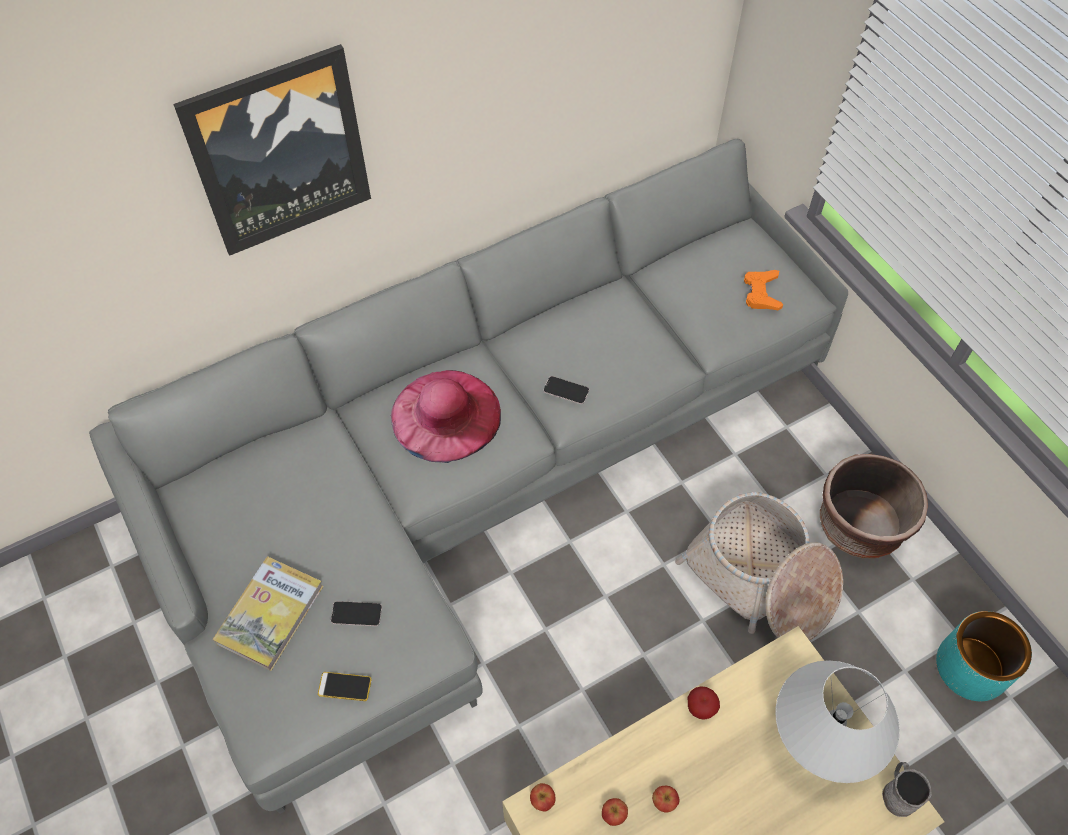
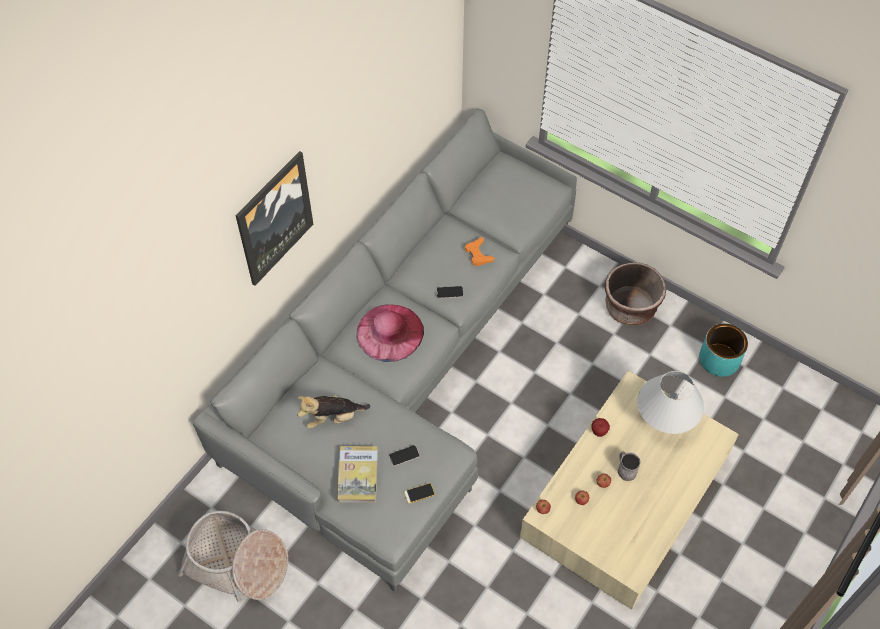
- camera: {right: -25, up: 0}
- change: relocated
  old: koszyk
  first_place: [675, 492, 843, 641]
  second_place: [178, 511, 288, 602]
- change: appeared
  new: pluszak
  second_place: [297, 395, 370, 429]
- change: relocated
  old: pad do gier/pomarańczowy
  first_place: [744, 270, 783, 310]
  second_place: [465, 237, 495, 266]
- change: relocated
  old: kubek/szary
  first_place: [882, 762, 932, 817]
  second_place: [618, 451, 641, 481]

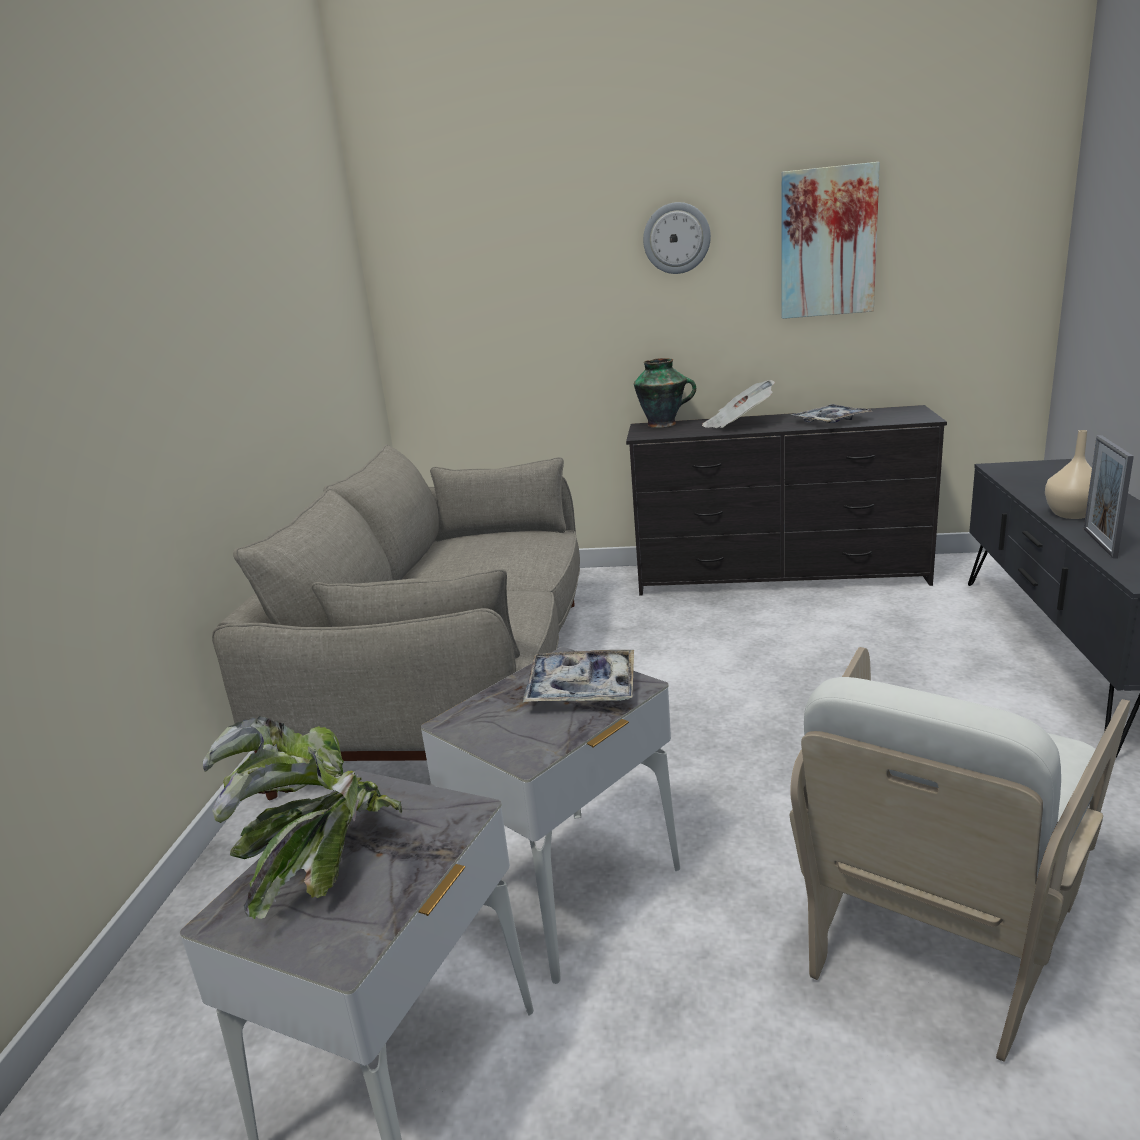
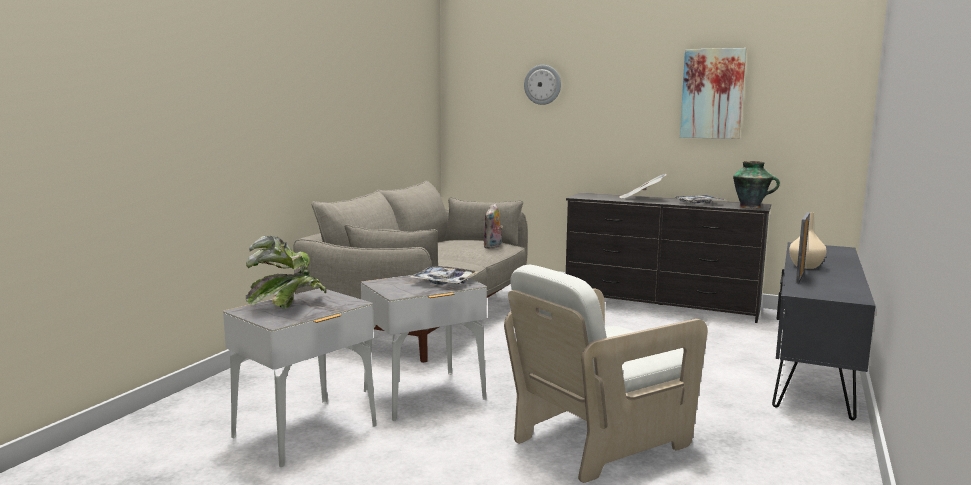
- camera: {right: 15, up: -10}
- change: appeared
  new: pluszak
  second_place: [484, 203, 503, 249]
- change: relocated
  old: zegar ścienny
  first_place: [643, 202, 711, 274]
  second_place: [524, 65, 561, 105]
- change: relocated
  old: wazon
  first_place: [634, 358, 696, 428]
  second_place: [733, 161, 780, 209]

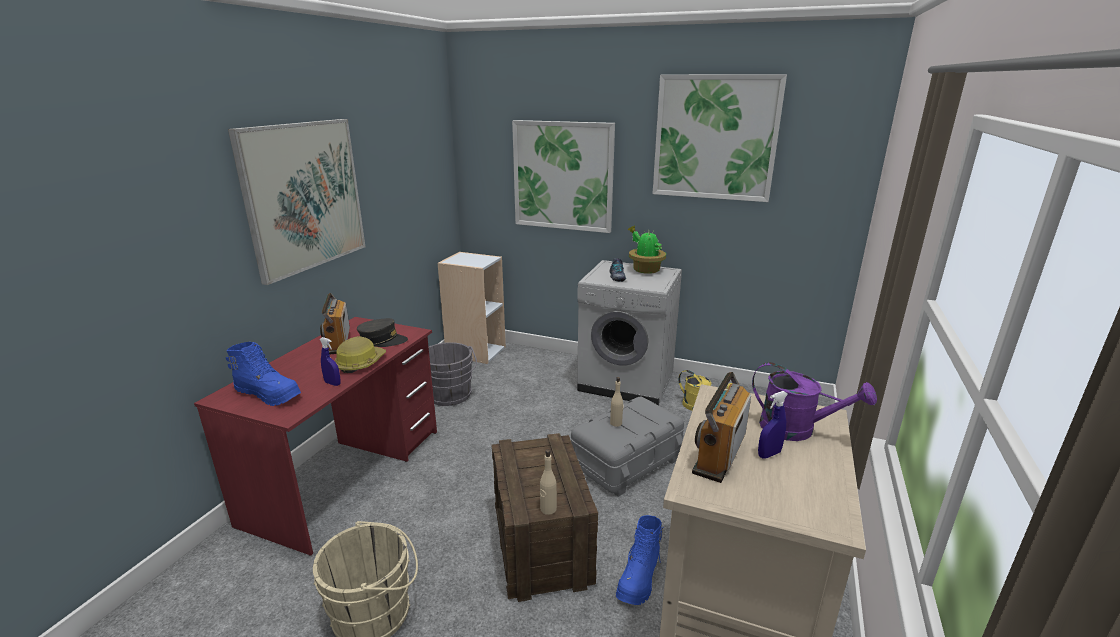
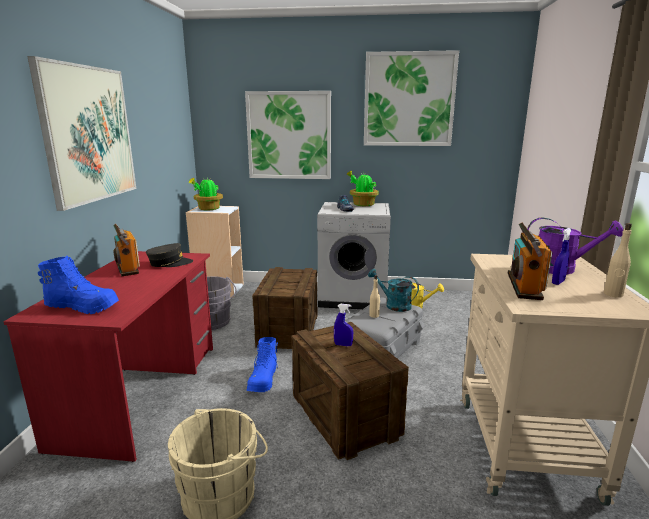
- camera: {right: -15, up: -5}
- change: appeared
  new: roślina doniczkowa
  second_place: [189, 176, 223, 210]
- change: relocated
  old: but z cholewką/niebieski
  first_place: [616, 515, 663, 605]
  second_place: [247, 337, 278, 392]
- change: appeared
  new: skrzynka
  second_place: [252, 267, 318, 349]
- change: relocated
  old: spryskiwacz/niebieski
  first_place: [319, 337, 341, 386]
  second_place: [334, 304, 353, 346]
- change: appeared
  new: konewka/turkusowy
  second_place: [368, 269, 419, 312]
- change: relocated
  old: butelka/beżowy
  first_place: [540, 450, 557, 515]
  second_place: [604, 223, 632, 298]
- change: missing
  old: kask
  first_place: [335, 336, 386, 373]

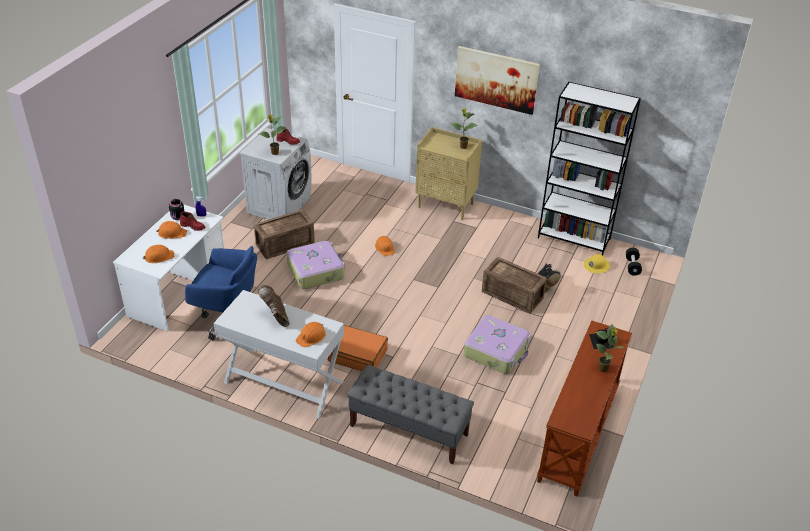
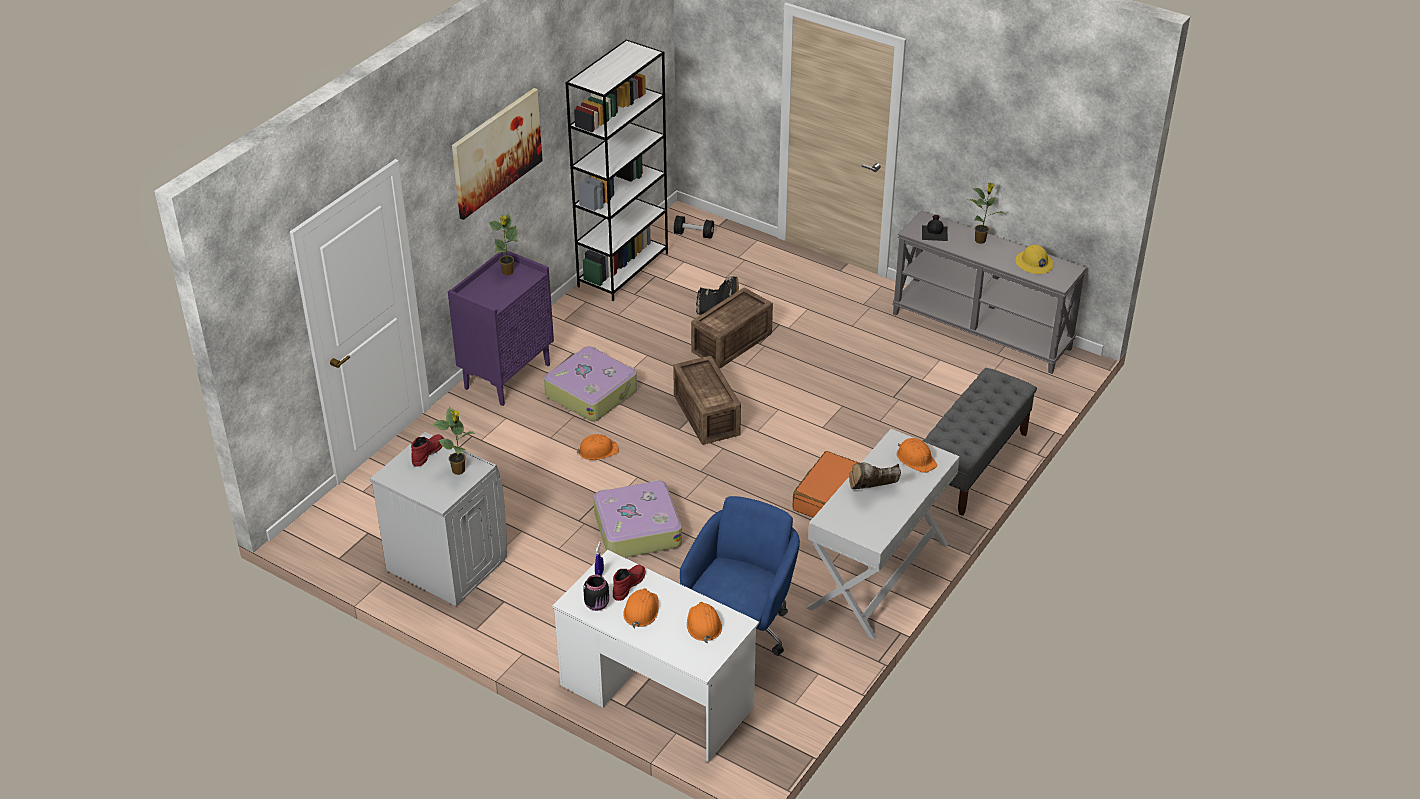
- camera: {right: -80, up: 0}
- change: colour
  old: szafka/beżowy
  new: szafka/fioletowy
  first_place: [415, 127, 482, 220]
  second_place: [448, 249, 554, 406]
- change: relocated
  old: walizka
  first_place: [464, 315, 530, 374]
  second_place: [544, 347, 637, 422]
- change: relocated
  old: skrzynka
  first_place: [254, 210, 315, 259]
  second_place: [673, 356, 741, 445]
- change: colour
  old: stolik konsolowy/brązowy
  new: stolik konsolowy/szary
  first_place: [537, 321, 632, 496]
  second_place: [892, 211, 1087, 374]
- change: relocated
  old: kask/żółty
  first_place: [584, 254, 610, 273]
  second_place: [1015, 244, 1054, 274]

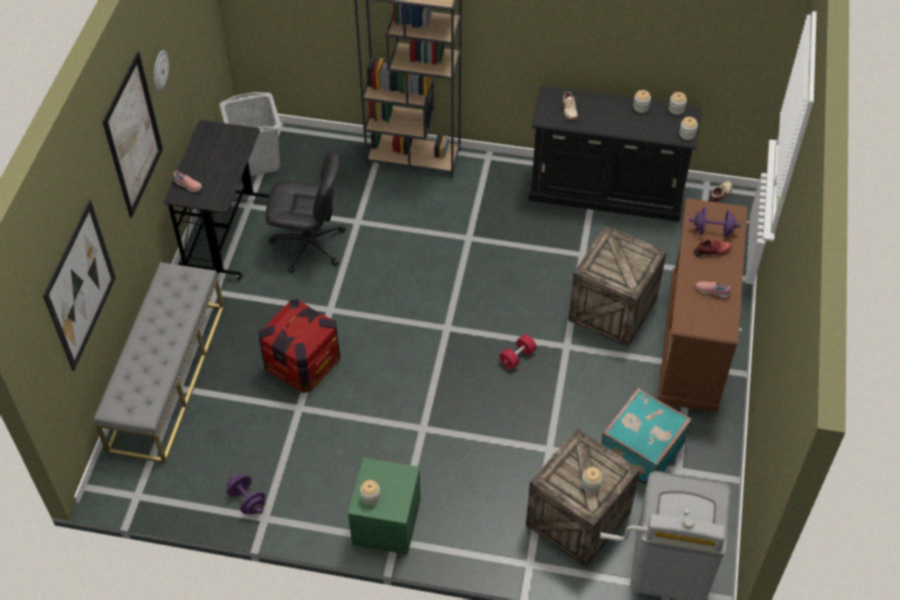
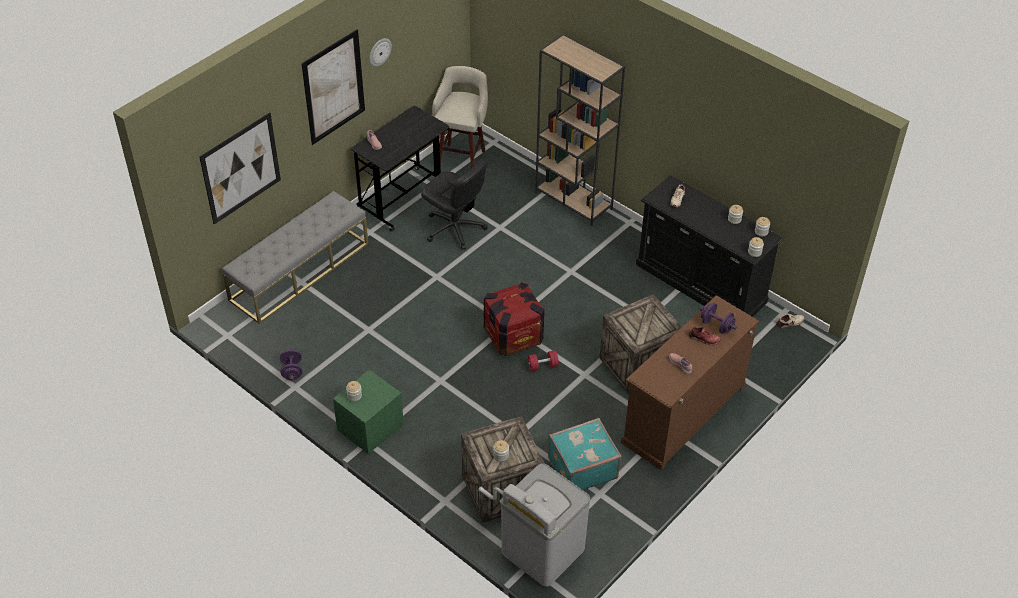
- camera: {right: 30, up: -5}
- change: exchanged
  old: kosz na pranie/szary
  new: stołek/beżowy
  first_place: [219, 92, 281, 176]
  second_place: [432, 66, 488, 168]
- change: relocated
  old: skrzynka
  first_place: [258, 299, 340, 393]
  second_place: [484, 282, 545, 356]

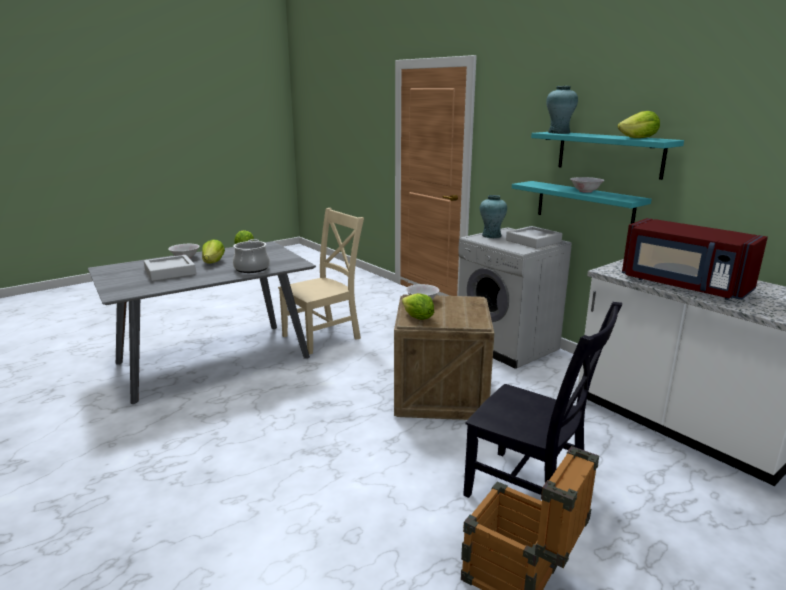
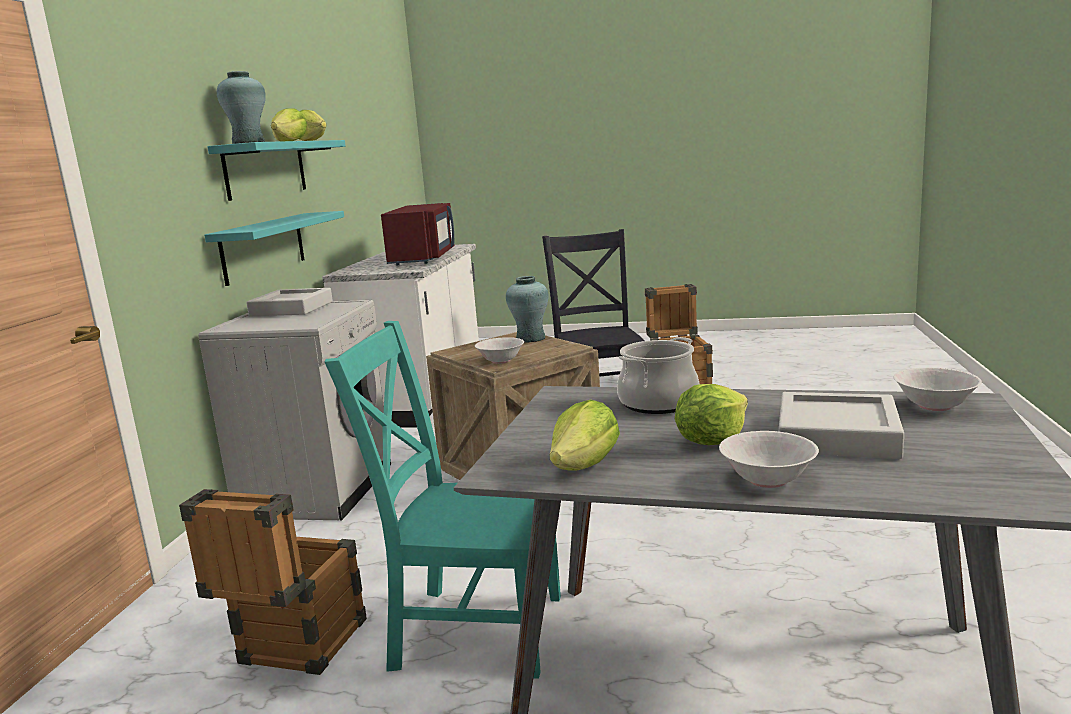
- camera: {right: -130, up: -5}
- change: appeared
  new: skrzynka
  second_place: [179, 489, 367, 675]
- change: relocated
  old: sałata
  first_place: [402, 293, 434, 320]
  second_place: [271, 108, 307, 141]
- change: colour
  old: krzesło/beżowy
  new: krzesło/turkusowy
  first_place: [278, 208, 364, 354]
  second_place: [324, 321, 561, 679]
- change: relocated
  old: wazon/turkusowy
  first_place: [480, 195, 507, 238]
  second_place: [506, 276, 549, 342]
- change: relocated
  old: miska/biały
  first_place: [571, 177, 604, 193]
  second_place: [893, 368, 982, 411]

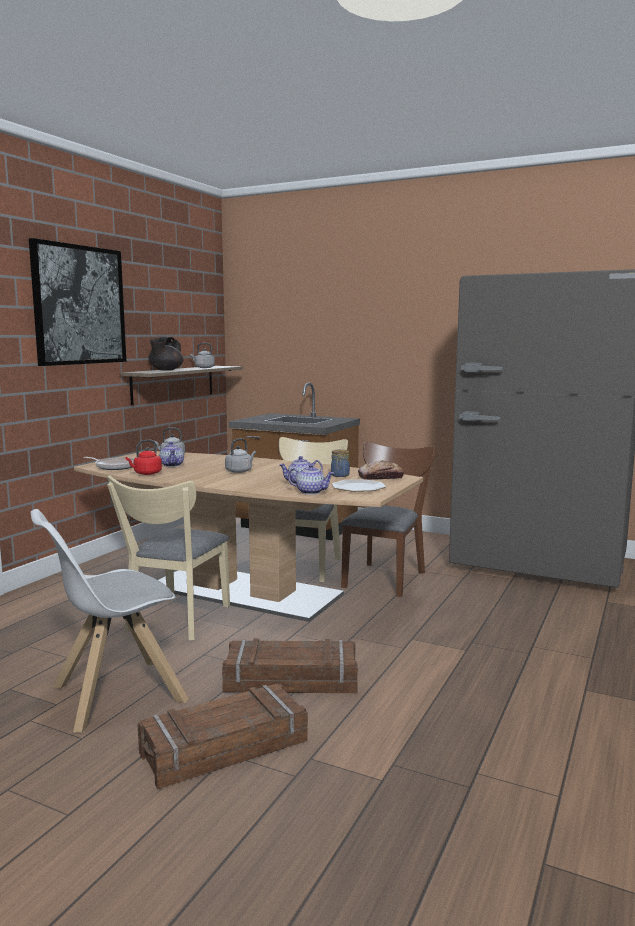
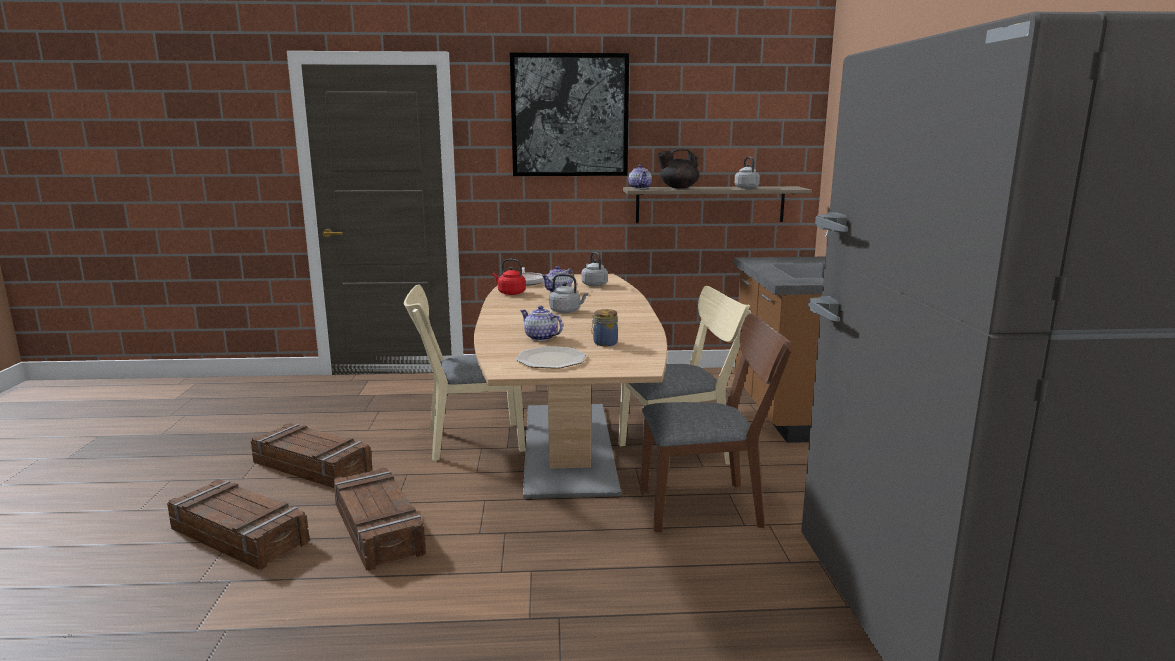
- camera: {right: 60, up: 5}
- change: exchanged
  old: krzesło
  new: skrzynka
  first_place: [31, 509, 189, 733]
  second_place: [251, 423, 372, 488]
- change: relocated
  old: imbryk
  first_place: [288, 464, 334, 495]
  second_place: [629, 165, 652, 189]
- change: missing
  old: chleb
  first_place: [358, 460, 404, 480]

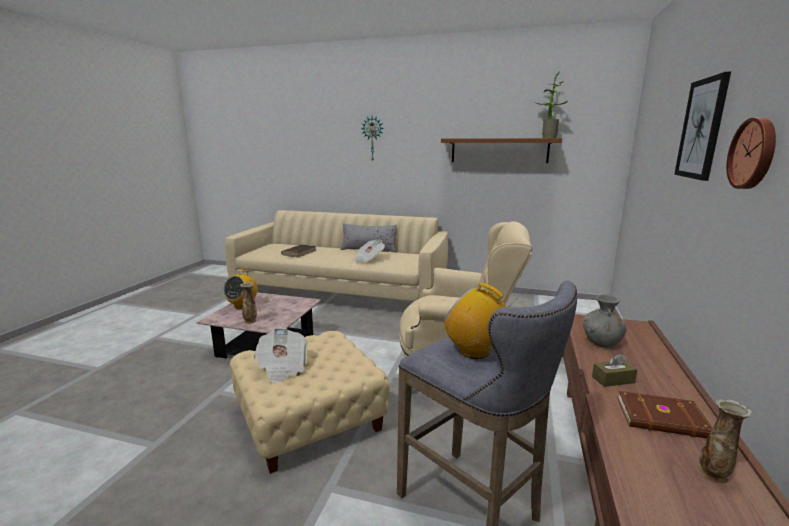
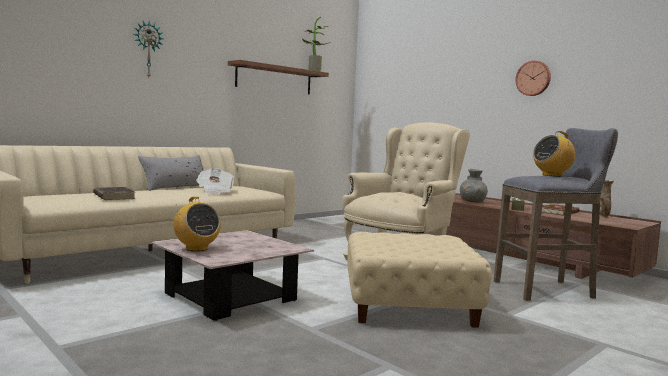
- camera: {right: -60, up: -10}
- change: missing
  old: wazon
  first_place: [240, 282, 257, 324]
- change: missing
  old: gazeta
  first_place: [254, 327, 308, 383]
- change: missing
  old: obraz
  first_place: [674, 72, 731, 181]

